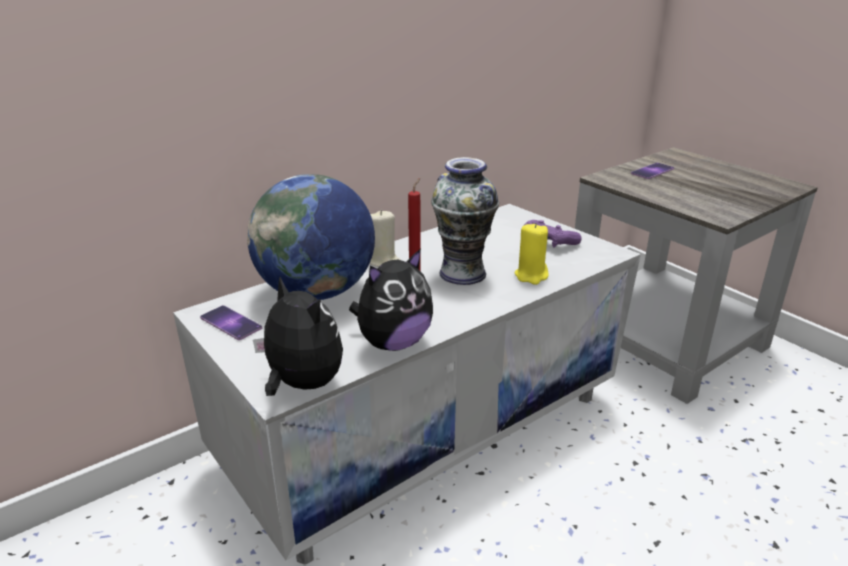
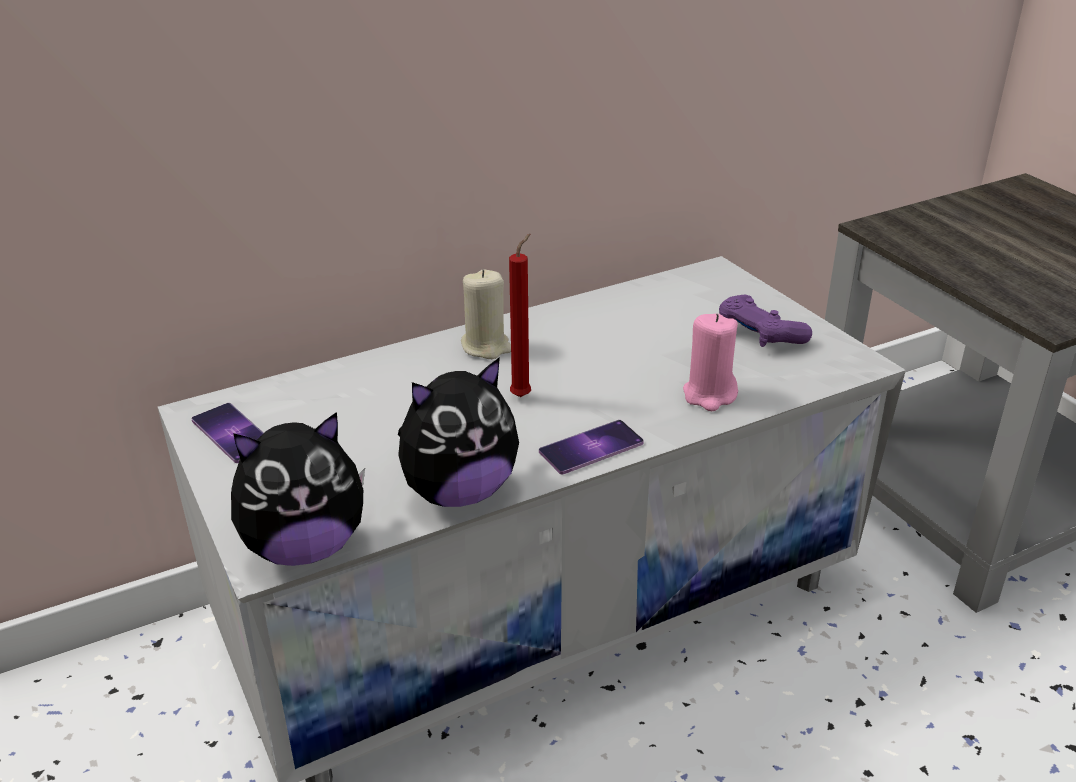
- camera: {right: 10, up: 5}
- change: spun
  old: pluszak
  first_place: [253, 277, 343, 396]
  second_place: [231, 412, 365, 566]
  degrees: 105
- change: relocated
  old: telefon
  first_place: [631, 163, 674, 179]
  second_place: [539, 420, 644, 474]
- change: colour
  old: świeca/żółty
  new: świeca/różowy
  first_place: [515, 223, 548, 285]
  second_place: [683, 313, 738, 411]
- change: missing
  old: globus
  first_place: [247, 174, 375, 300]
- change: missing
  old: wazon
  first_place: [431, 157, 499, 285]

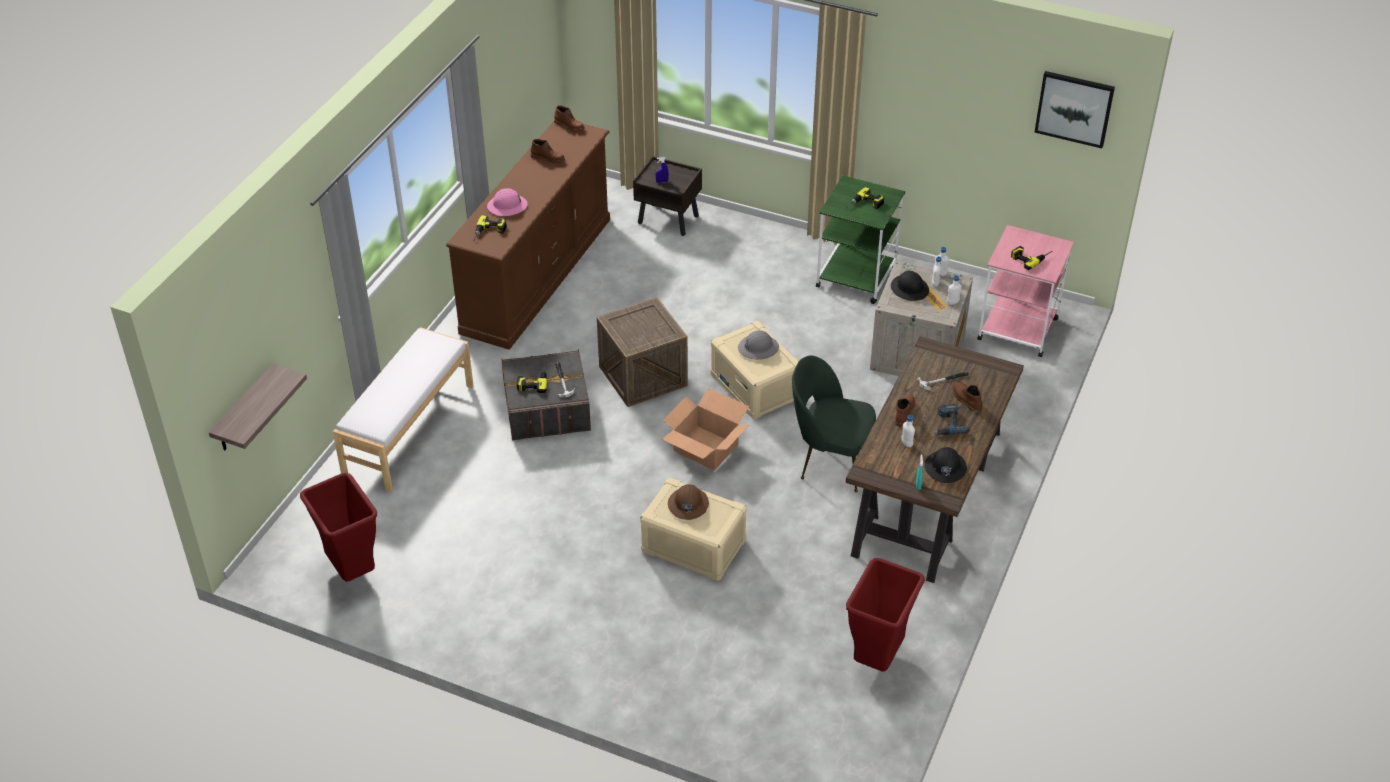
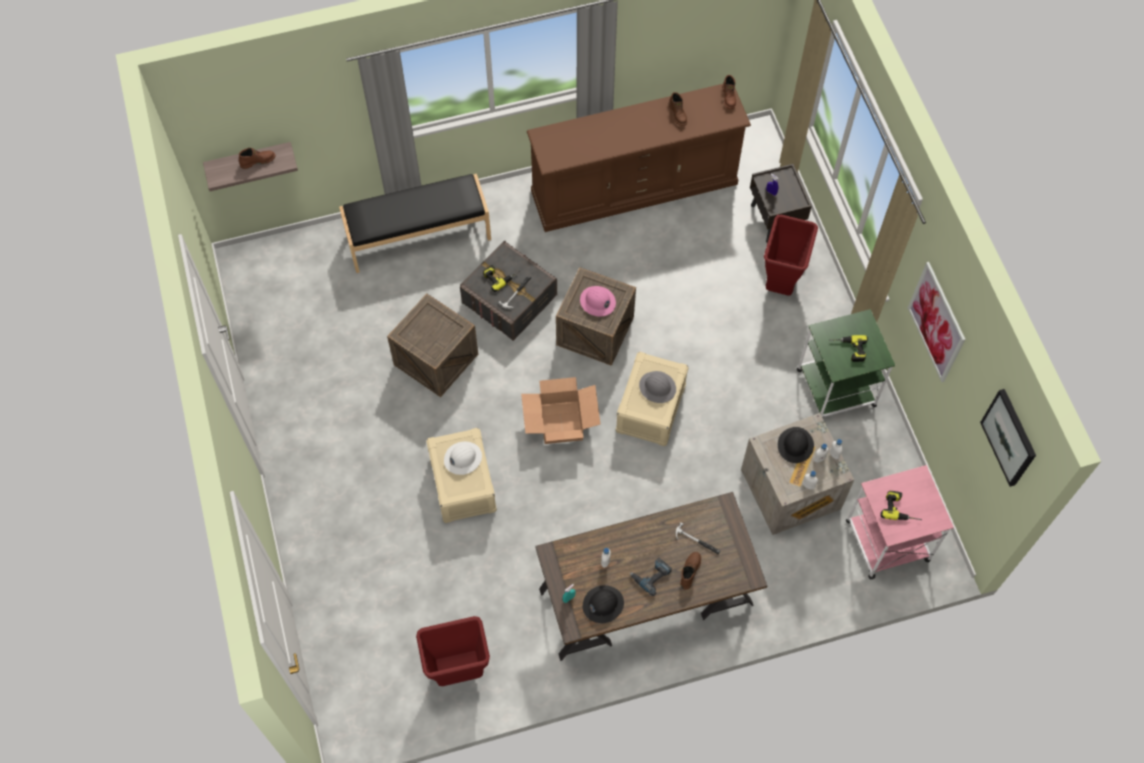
- camera: {right: 50, up: 20}
- change: relocated
  old: but z cholewką/brązowy
  first_place: [895, 394, 915, 427]
  second_place: [239, 148, 276, 169]
- change: colour
  old: ławka/biały
  new: ławka/czarny
  first_place: [333, 327, 474, 492]
  second_place: [339, 174, 491, 273]
- change: appeared
  new: skrzynka
  second_place: [387, 293, 478, 397]
- change: colour
  old: kask/brązowy
  new: kask/biały
  first_place: [668, 484, 709, 520]
  second_place: [444, 442, 482, 475]
- change: relocated
  old: kask/różowy
  first_place: [487, 188, 528, 216]
  second_place: [580, 286, 616, 317]
- change: relocated
  old: kosz na śmieci/czerwony
  first_place: [300, 473, 377, 582]
  second_place: [764, 215, 818, 295]
- change: appeared
  new: obraz
  second_place: [908, 262, 965, 382]
- change: missing
  old: wiertarka
  first_place: [474, 215, 507, 241]
- change: missing
  old: krzesło/zielony
  first_place: [792, 355, 876, 492]

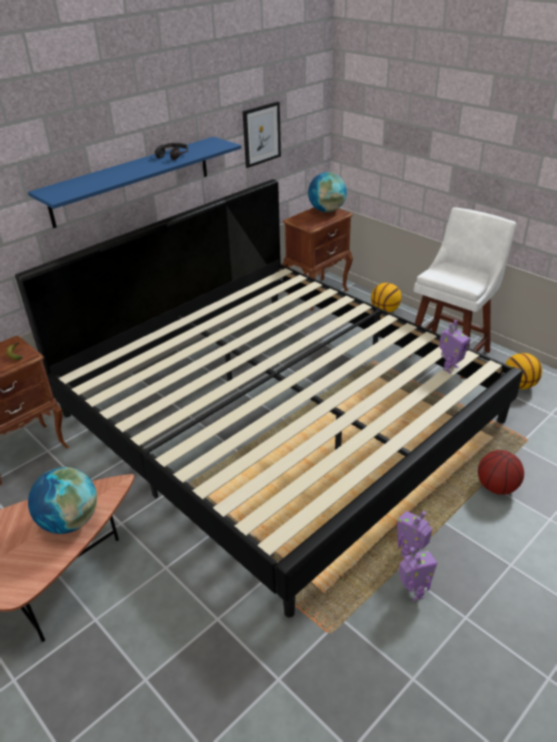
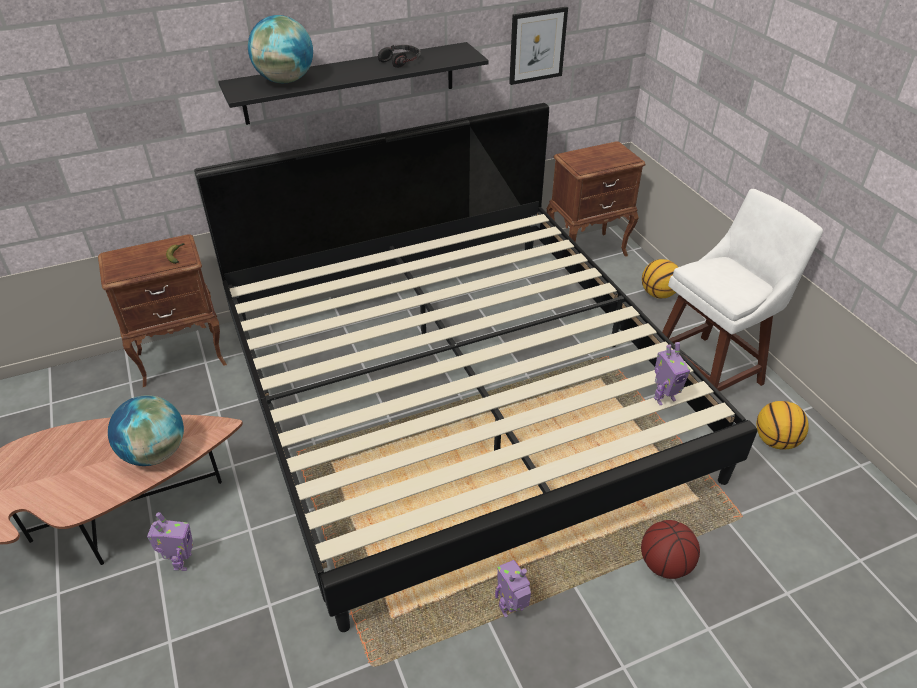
- camera: {right: 20, up: 5}
- change: relocated
  old: robot zabawkowy
  first_place: [399, 547, 437, 602]
  second_place: [147, 512, 193, 571]
- change: colour
  old: półka/niebieski
  new: półka/czarny
  first_place: [28, 137, 241, 228]
  second_place: [218, 42, 489, 125]
- change: relocated
  old: globus
  first_place: [308, 172, 347, 212]
  second_place: [248, 15, 313, 83]

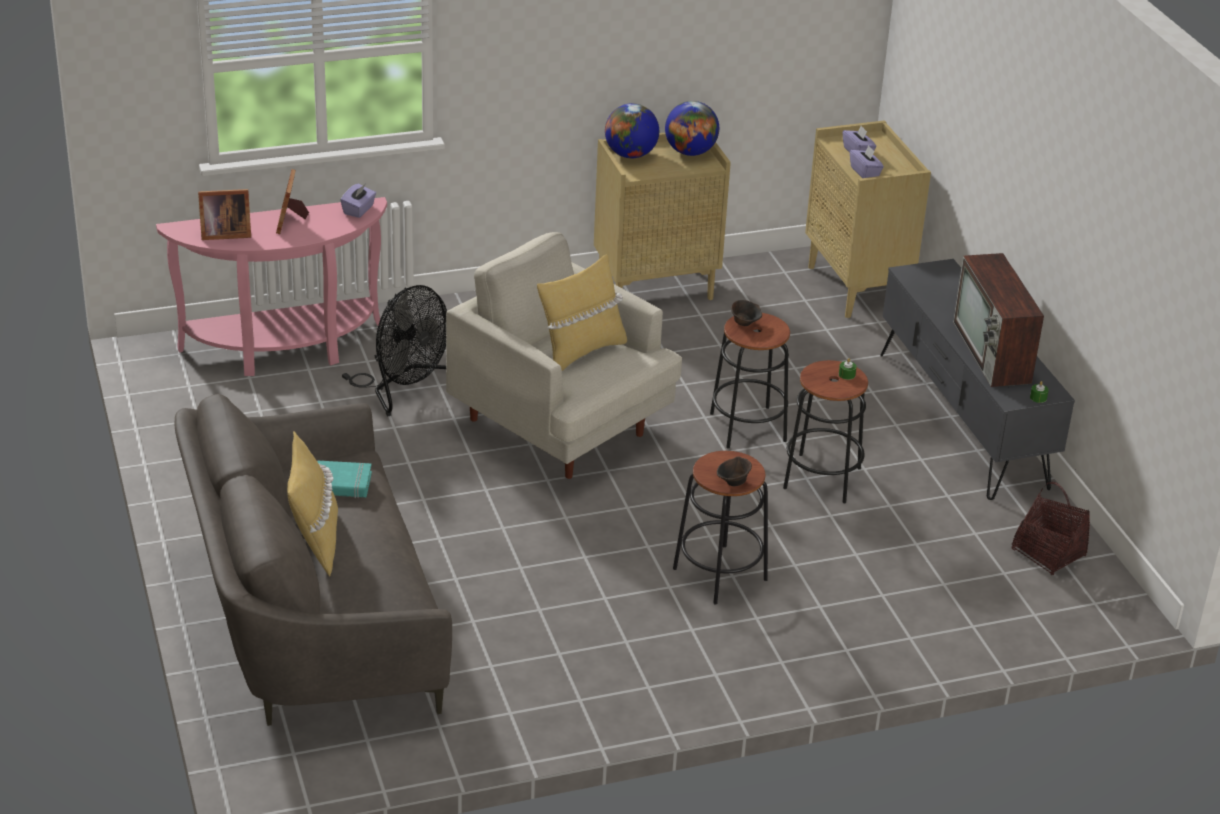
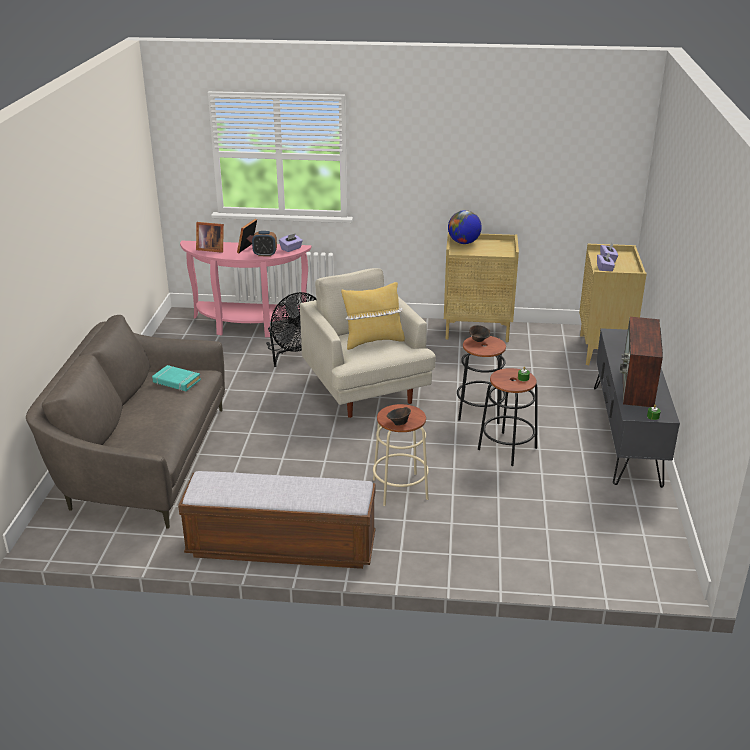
- camera: {right: 25, up: -5}
- change: appeared
  new: ławka
  second_place: [178, 471, 375, 569]
- change: appeared
  new: budzik
  second_place: [252, 231, 277, 257]
- change: colour
  old: stołek/czarny
  new: stołek/beżowy
  first_place: [673, 451, 768, 605]
  second_place: [373, 404, 429, 506]
- change: missing
  old: poduszka/żółty
  first_place: [287, 431, 338, 576]
- change: missing
  old: globus
  first_place: [665, 101, 719, 156]
- change: missing
  old: koszyk
  first_place: [1012, 482, 1090, 575]

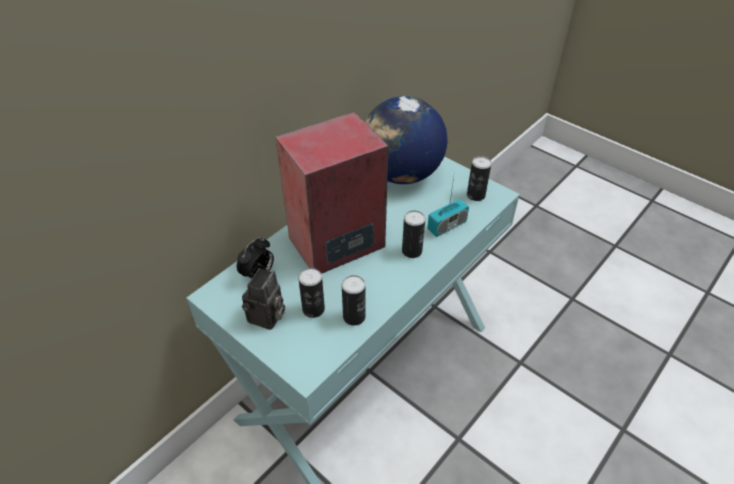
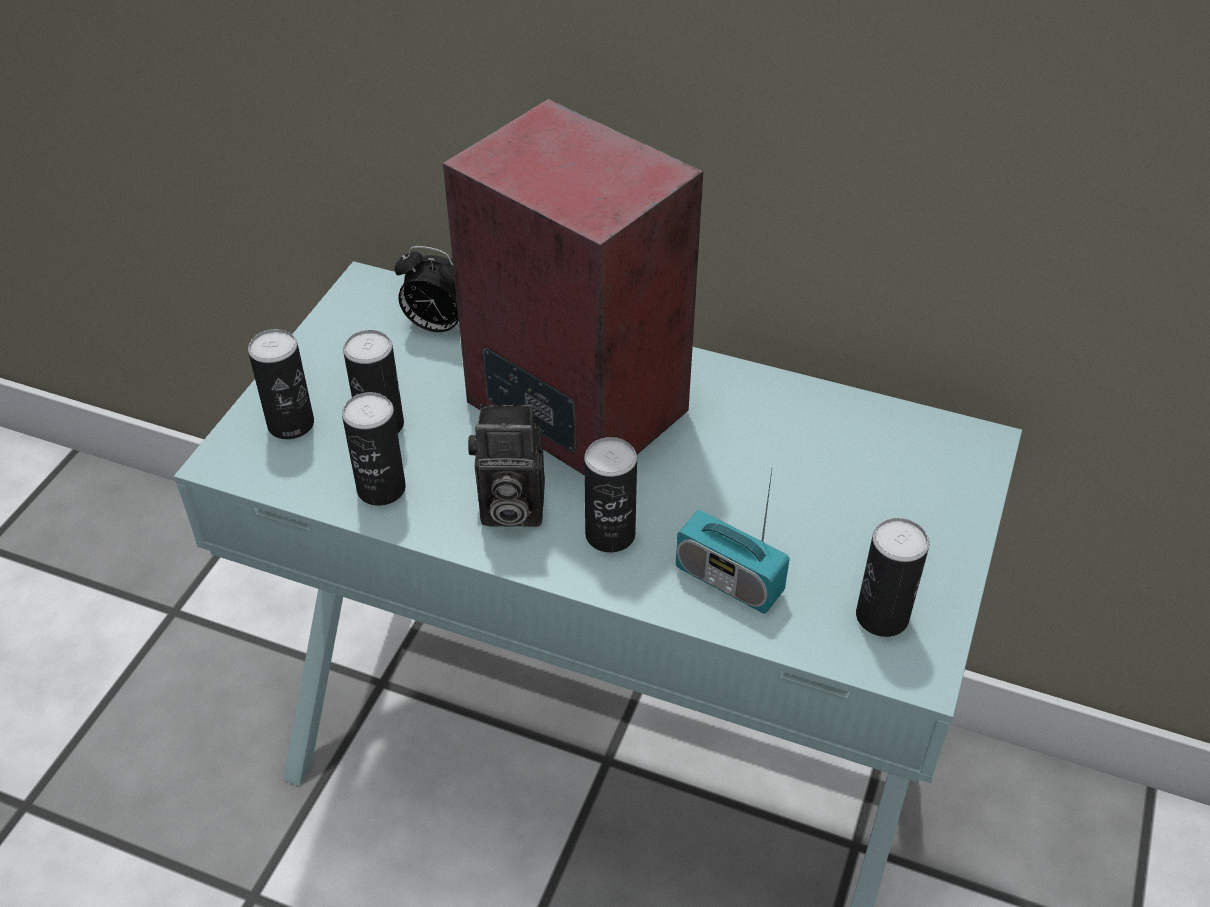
- camera: {right: 70, up: 0}
- change: appeared
  new: puszka
  second_place: [248, 329, 314, 439]
- change: relocated
  old: aparat fotograficzny
  first_place: [242, 268, 285, 330]
  second_place: [468, 404, 545, 527]
- change: missing
  old: globus
  first_place: [365, 96, 448, 184]

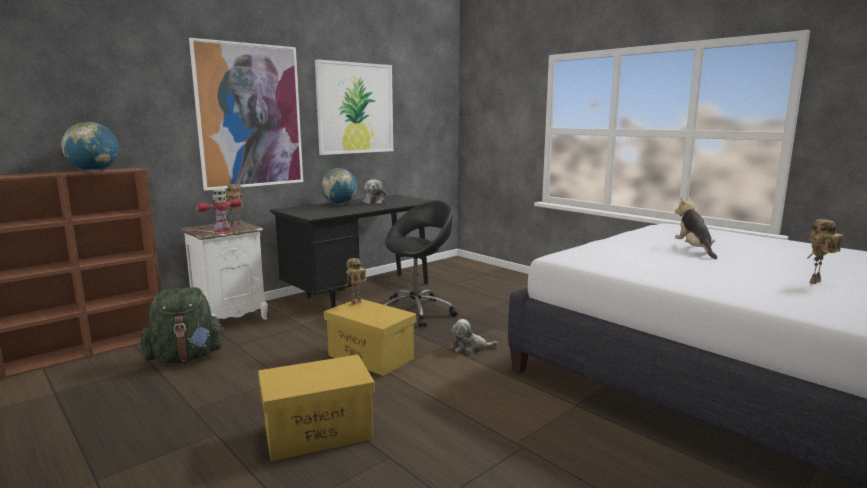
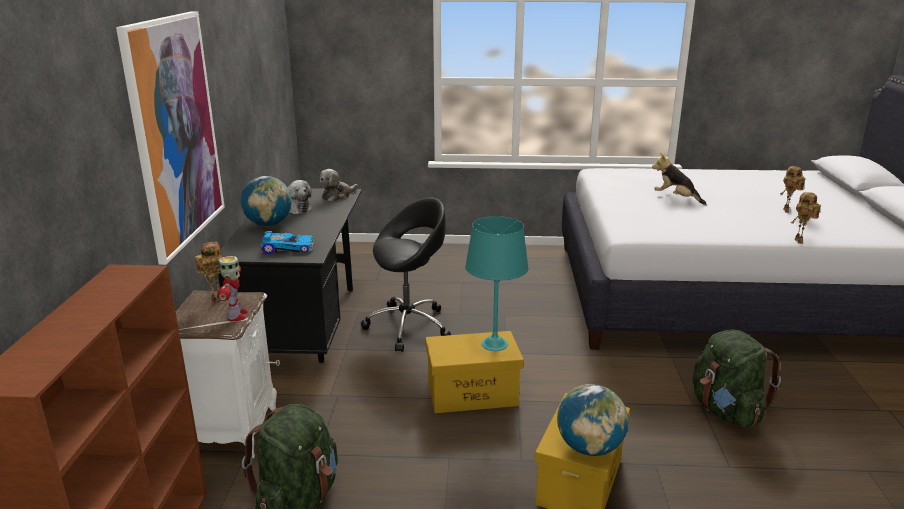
- camera: {right: -45, up: 10}
- change: appeared
  new: samochodzik
  second_place: [261, 231, 314, 254]
- change: relocated
  old: pluszak
  first_place: [451, 319, 498, 354]
  second_place: [320, 169, 358, 202]
- change: spun
  old: krzesło biurowe/czarny
  first_place: [384, 200, 458, 327]
  second_place: [361, 197, 451, 352]
  degrees: 60
- change: appeared
  new: lampa stołowa/turkusowy
  second_place: [465, 216, 529, 351]
- change: relocated
  old: globus
  first_place: [61, 122, 119, 172]
  second_place: [557, 384, 628, 456]
- change: appeared
  new: plecak/zielony
  second_place: [693, 330, 781, 427]
- change: relocated
  old: robot zabawkowy
  first_place: [345, 258, 366, 305]
  second_place: [790, 192, 821, 244]
- change: missing
  old: obraz
  first_place: [315, 59, 393, 155]

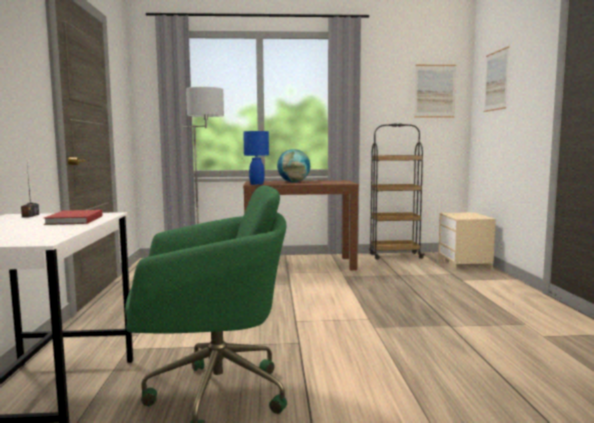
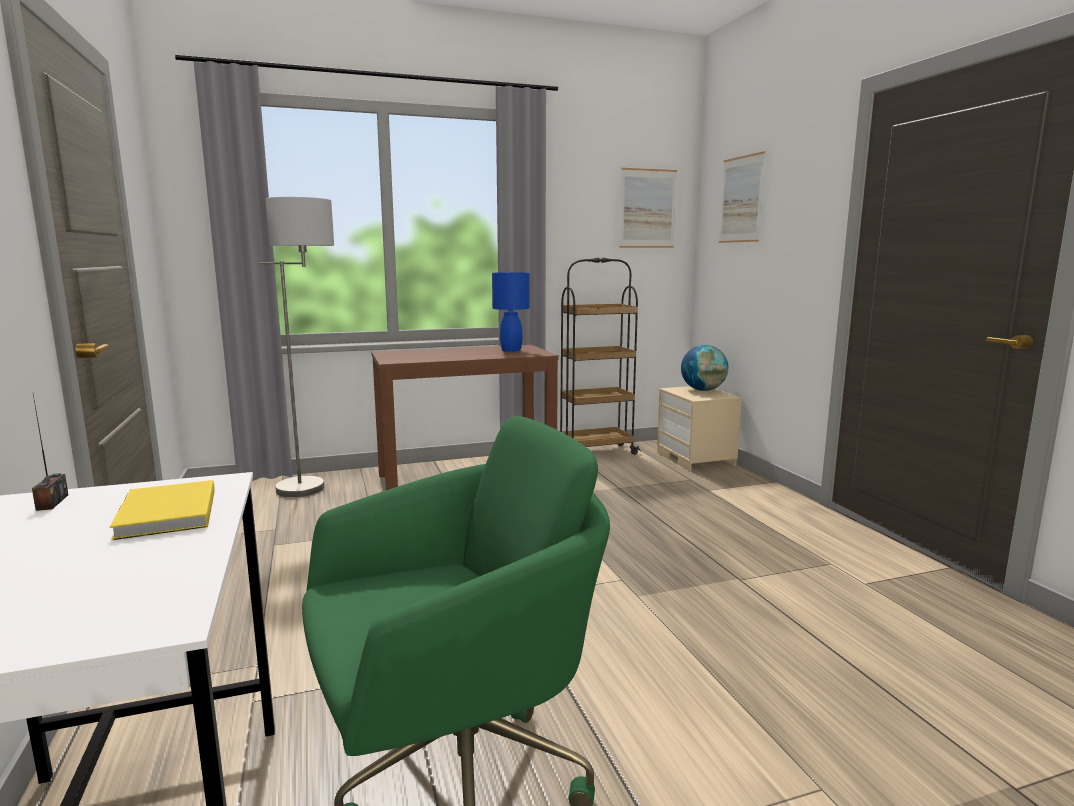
- camera: {right: -15, up: 5}
- change: colour
  old: książka/czerwony
  new: książka/żółty
  first_place: [43, 210, 102, 225]
  second_place: [110, 480, 215, 540]
- change: relocated
  old: lampa stołowa/niebieski
  first_place: [243, 131, 269, 185]
  second_place: [492, 272, 529, 352]
- change: relocated
  old: globus
  first_place: [277, 149, 310, 182]
  second_place: [681, 345, 728, 391]

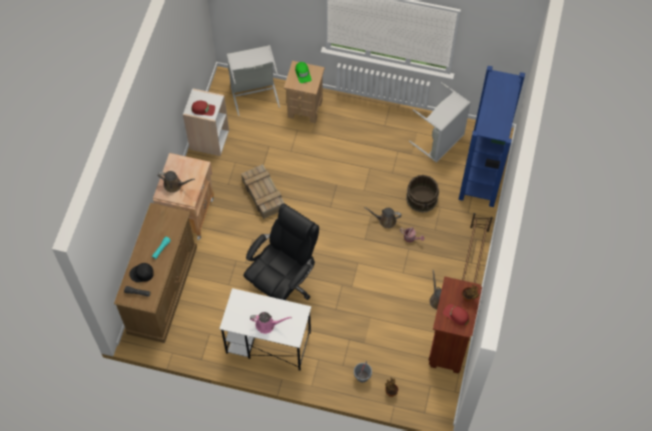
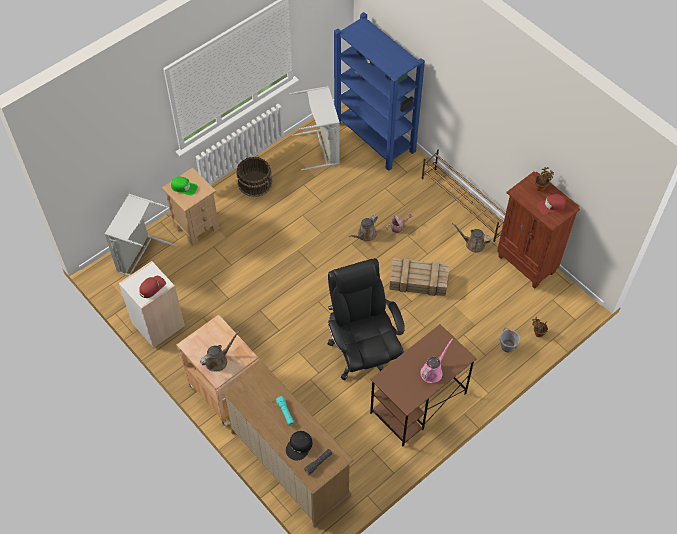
- camera: {right: -55, up: -5}
- change: relocated
  old: wiadro/brązowy
  first_place: [406, 175, 439, 213]
  second_place: [236, 157, 272, 197]
- change: colour
  old: biurko/biały
  new: biurko/brązowy
  first_place: [219, 288, 312, 371]
  second_place: [370, 324, 477, 447]
- change: relocated
  old: skrzynka
  first_place: [241, 164, 284, 219]
  second_place: [389, 258, 449, 296]

